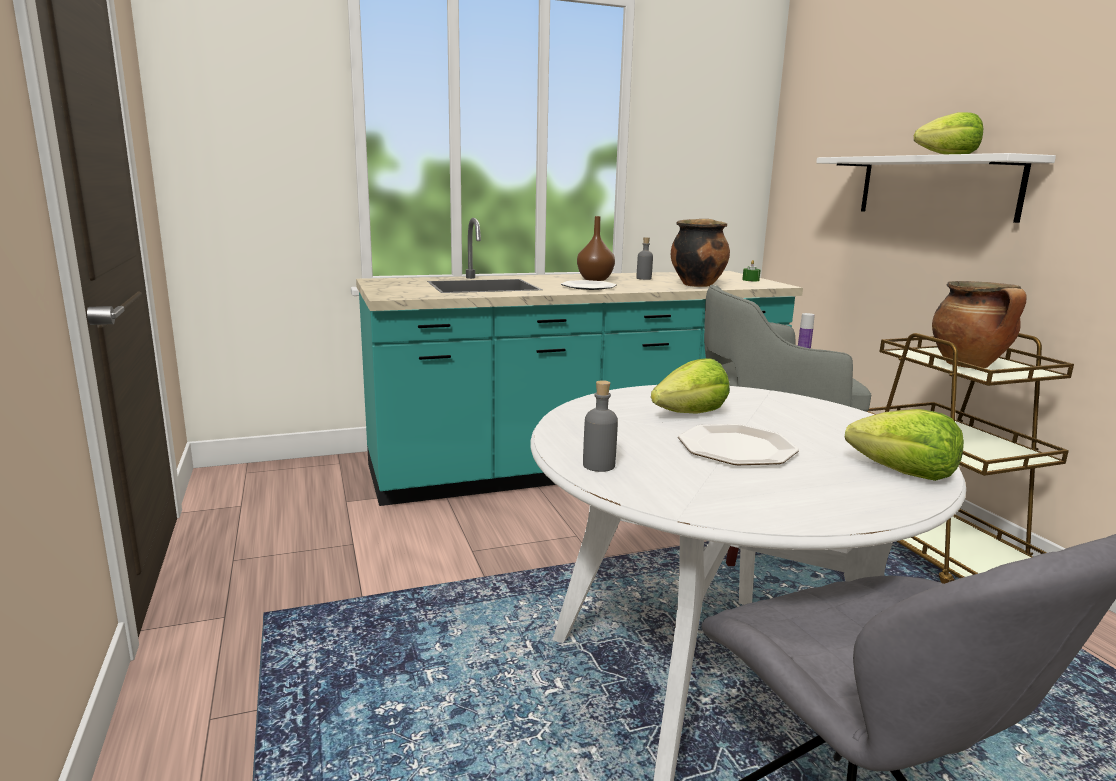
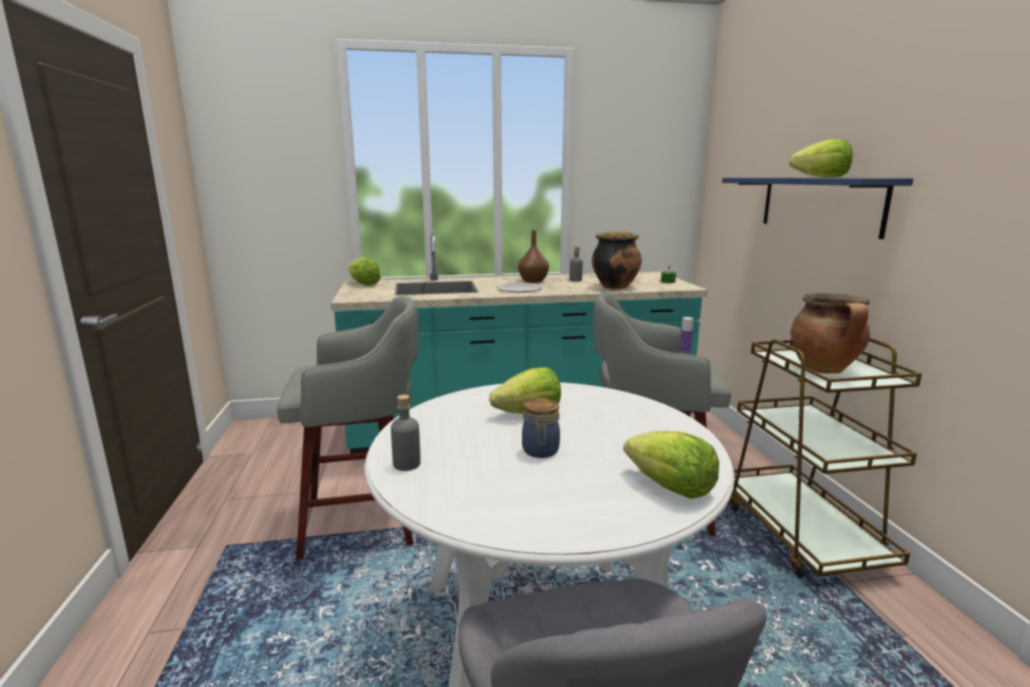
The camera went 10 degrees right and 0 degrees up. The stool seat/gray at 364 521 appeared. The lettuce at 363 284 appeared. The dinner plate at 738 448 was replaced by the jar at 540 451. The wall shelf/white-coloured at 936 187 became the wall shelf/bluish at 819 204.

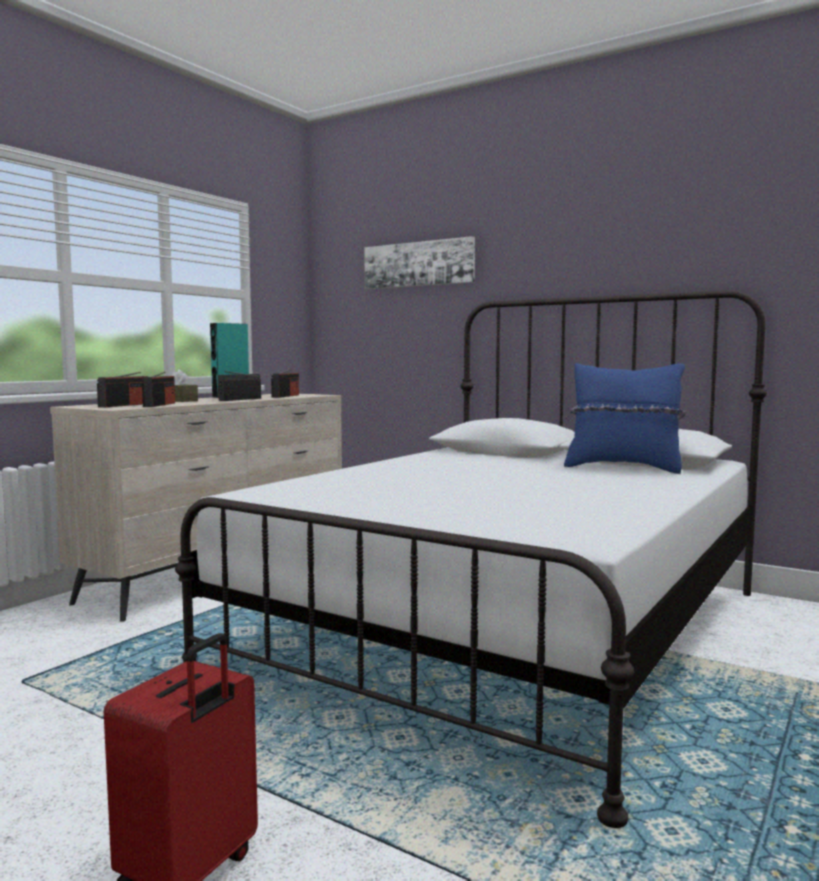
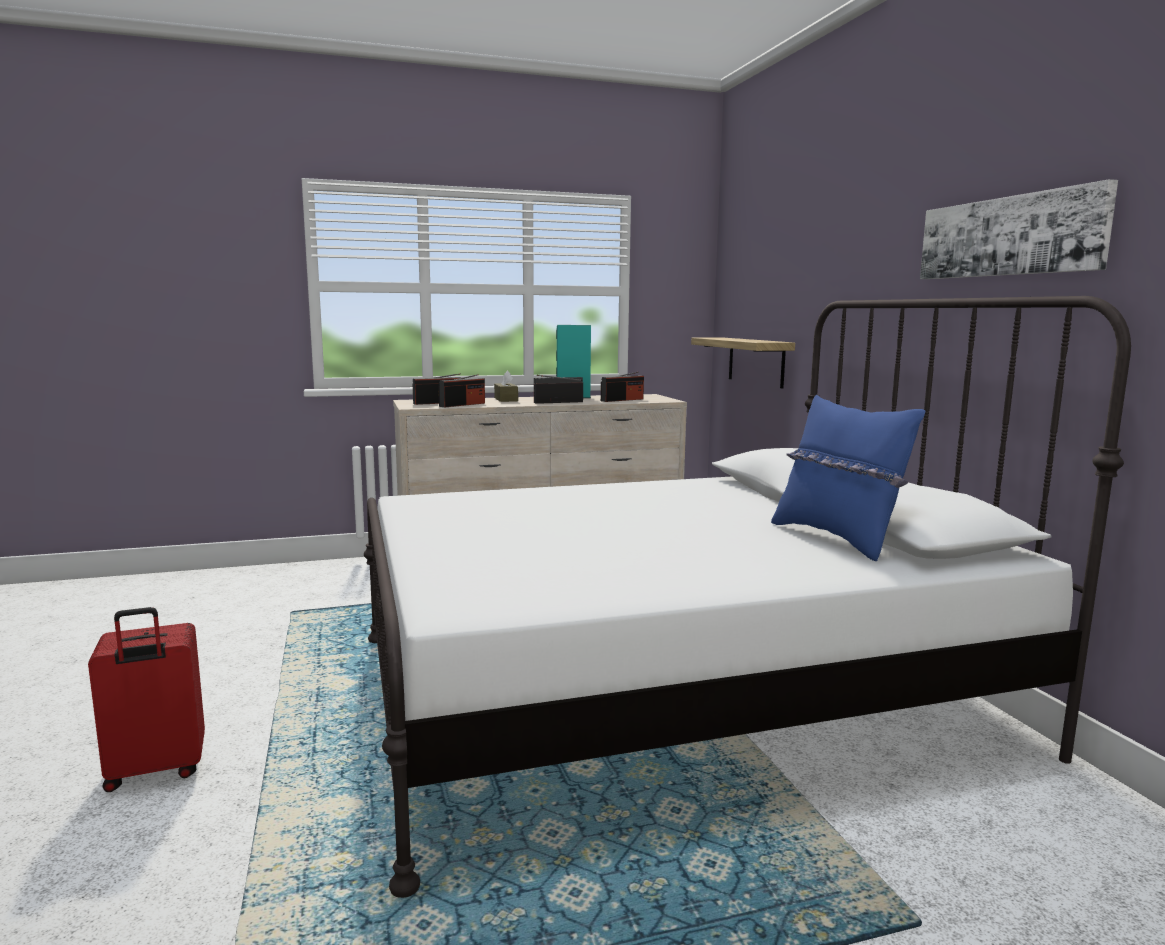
The camera went 40 degrees right and 5 degrees up. The wall shelf at 756 361 appeared. The wall art moved from 418 264 to 1009 236.

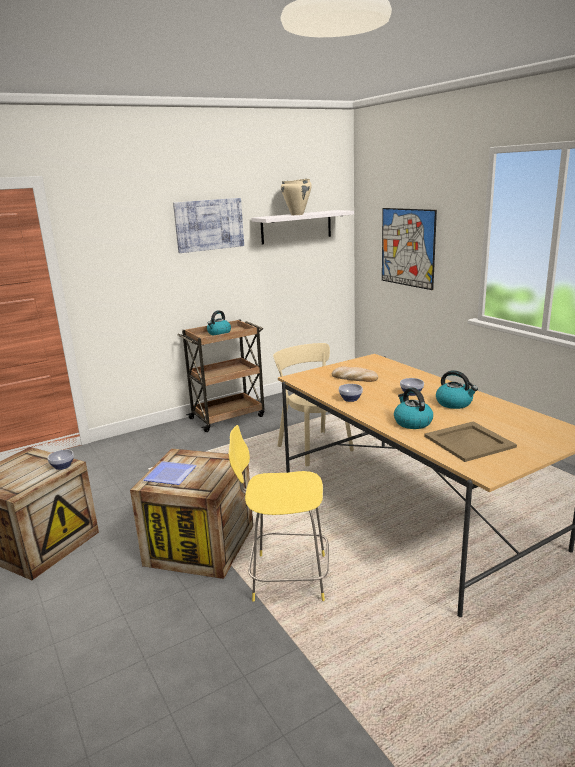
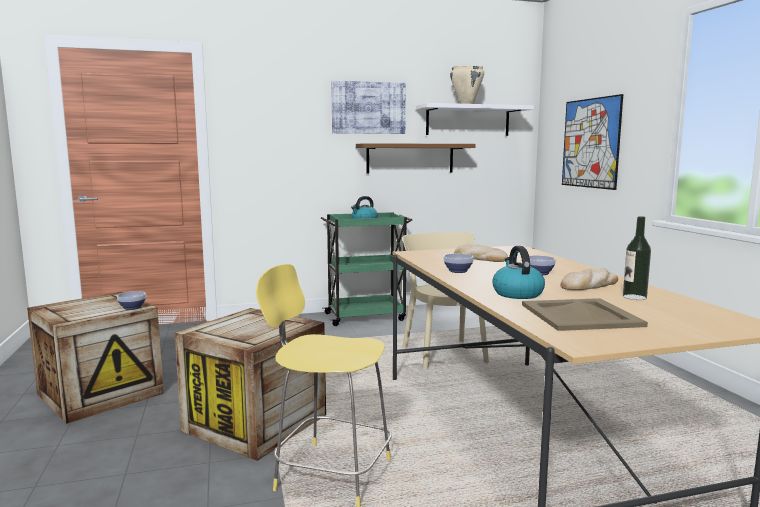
The camera went 15 degrees right and 10 degrees down. The dinner plate at 170 474 disappeared. The wall shelf/brown at 410 158 appeared. The bottle at 634 297 appeared. The kettle at 454 403 was replaced by the bread at 589 285. The wheeled cart/brown at 228 417 became the wheeled cart/greenish at 366 316.

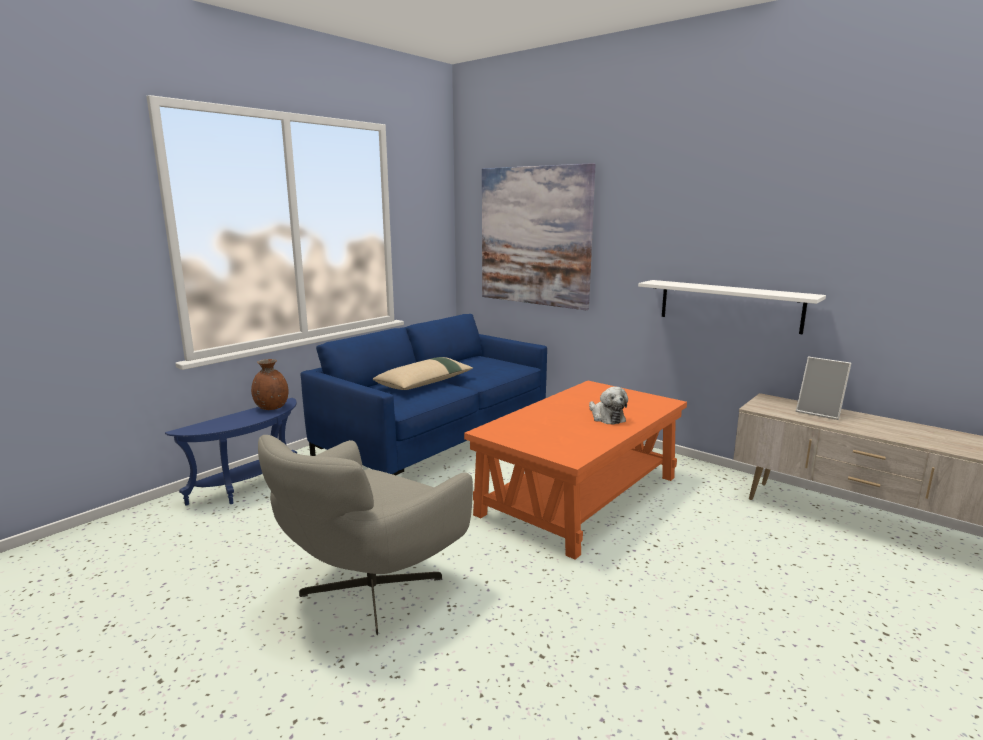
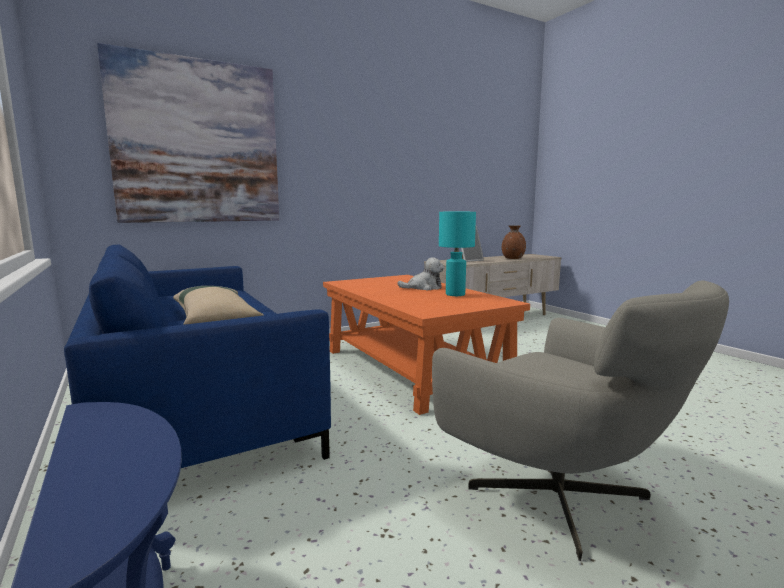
The camera went 70 degrees left and 5 degrees down. The wall shelf/white-coloured at 729 305 disappeared. The table lamp/turquoise-coloured at 454 294 appeared. The decorative vase/brown moved from 271 407 to 513 258.

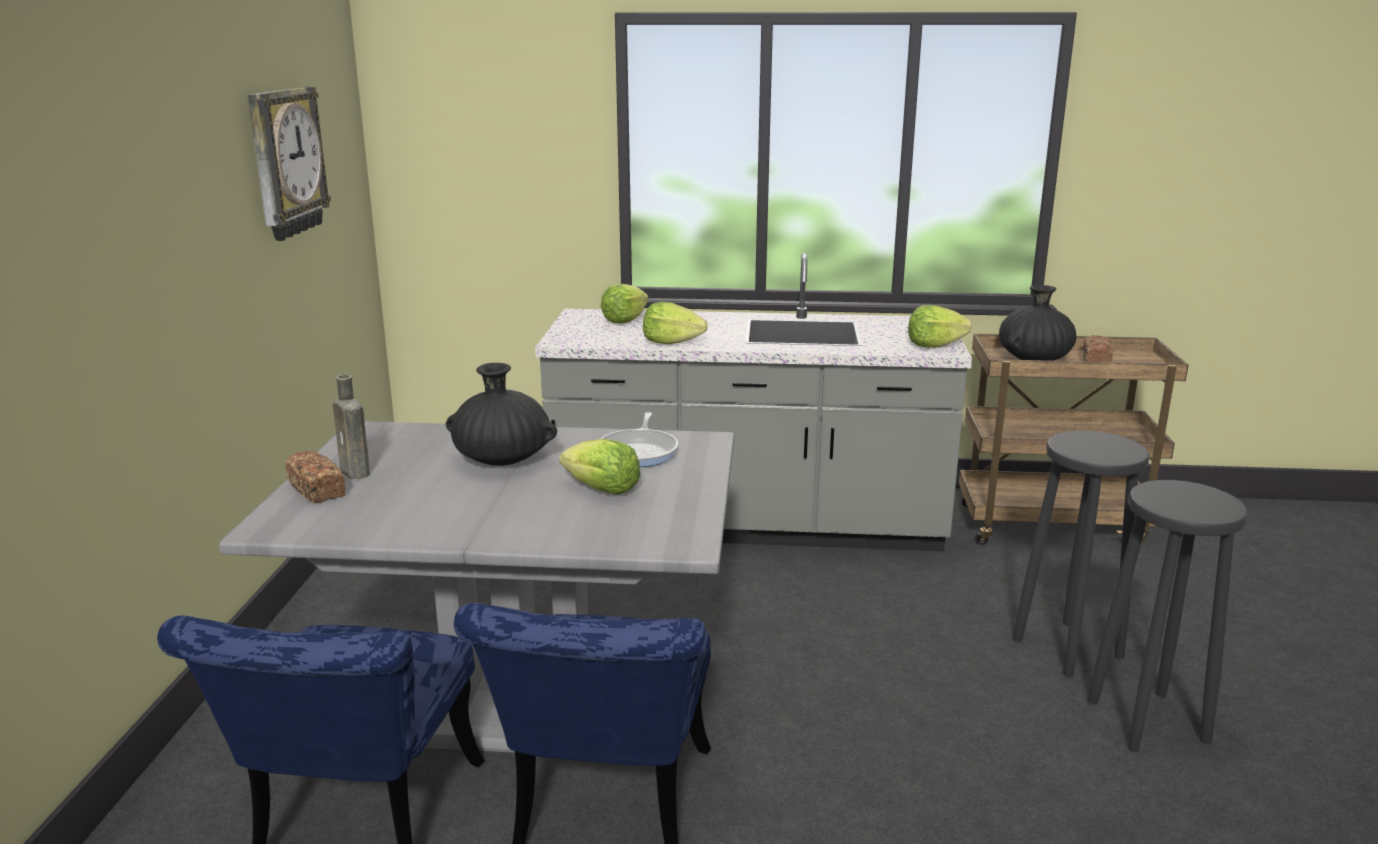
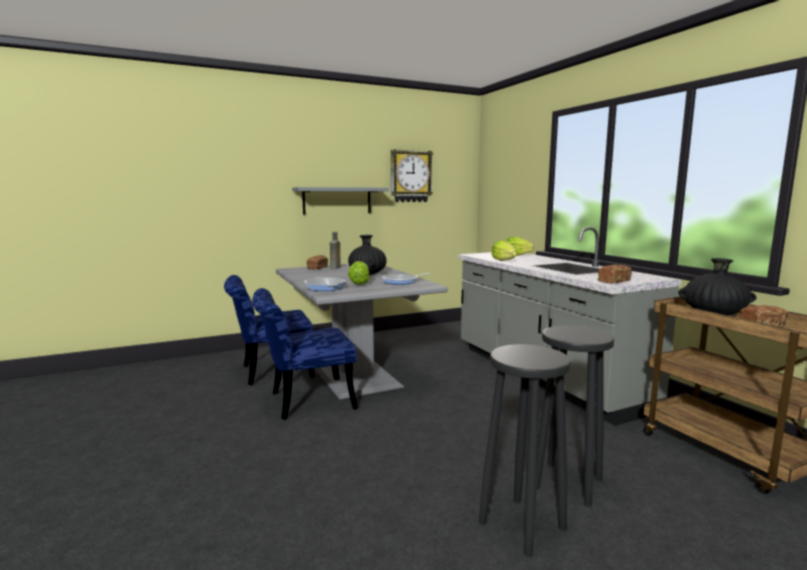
The camera went 60 degrees right and 10 degrees down. The wall shelf/gray at 337 200 appeared. The frying pan at 325 287 appeared. The lettuce at 934 345 was replaced by the bread at 614 281.

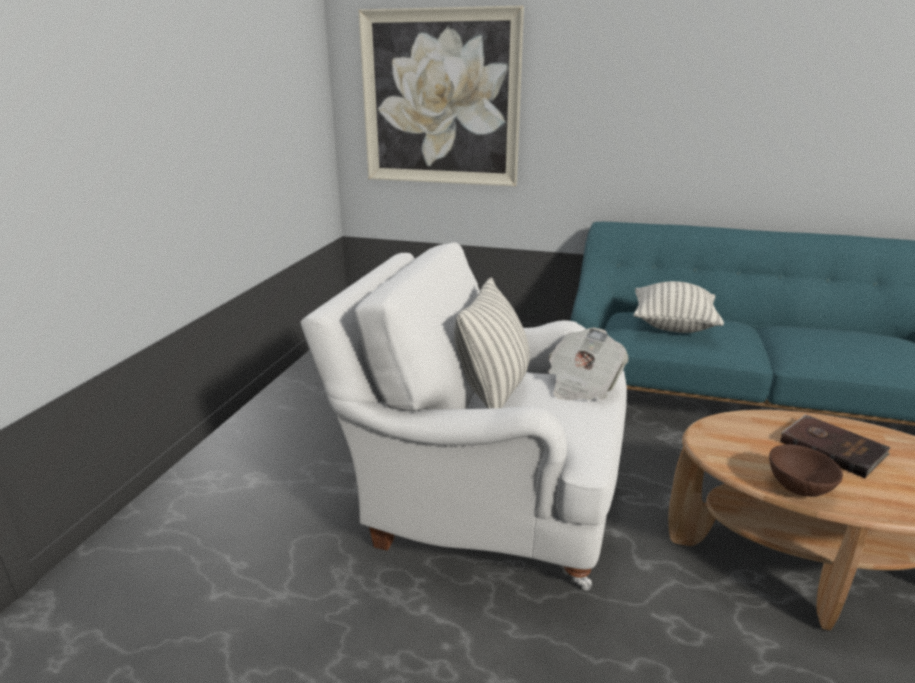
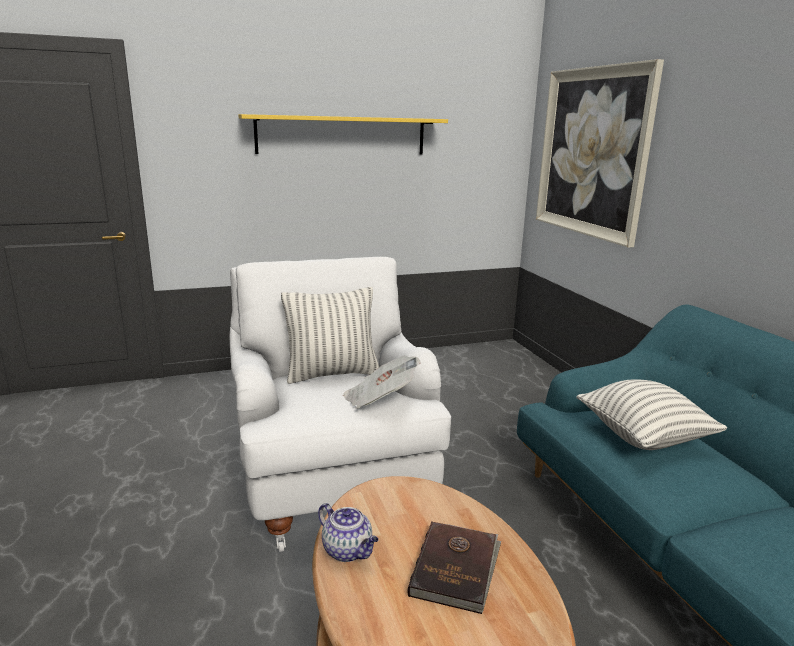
The camera went 55 degrees right and 5 degrees down. The wall shelf/yellow-coloured at 342 135 appeared. The serving bowl/brown at 799 487 was replaced by the pot for tea at 348 551.

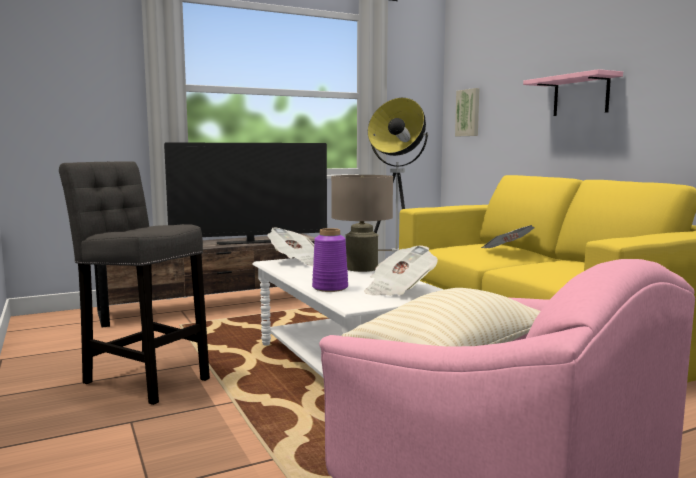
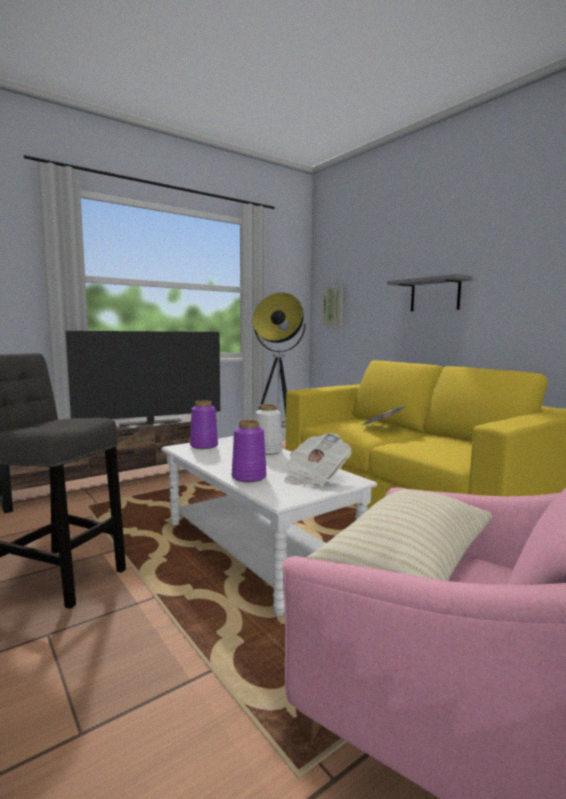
The camera went 10 degrees left and 0 degrees up. The newspaper at 297 262 was replaced by the decorative vase/purple at 204 446. The table lamp/beige at 362 268 was replaced by the decorative vase/white-coloured at 268 451. The wall shelf/pink-coloured at 581 95 became the wall shelf/gray at 435 295.

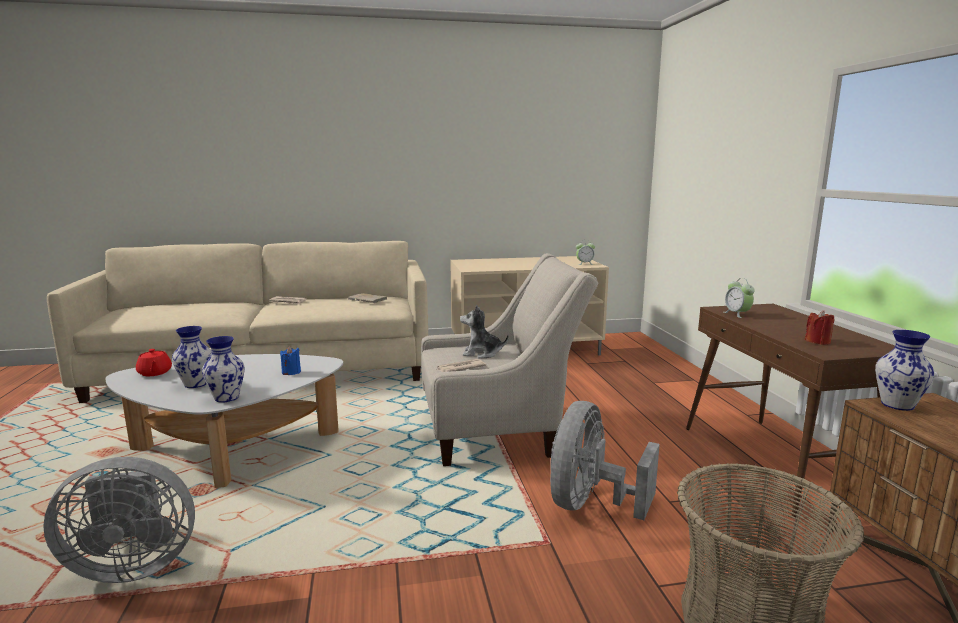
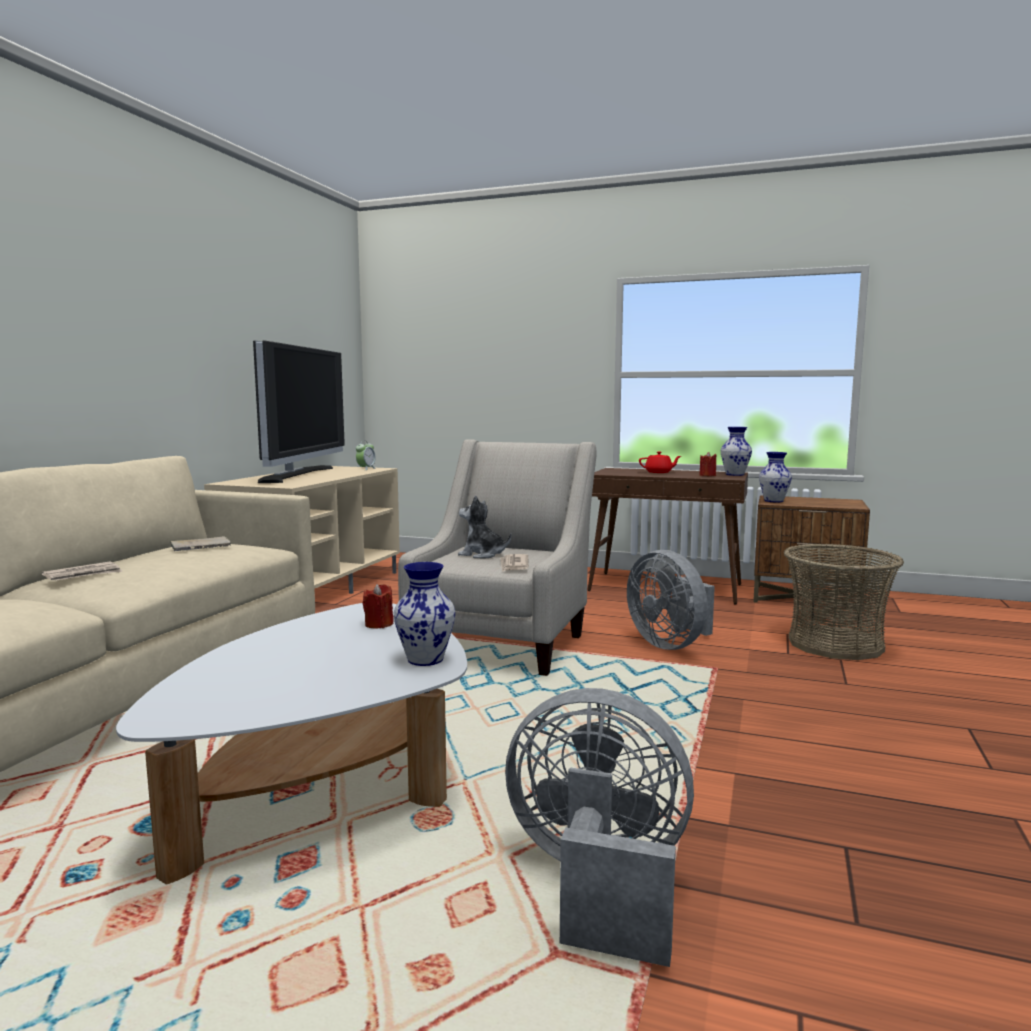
The camera went 60 degrees left and 5 degrees down. The alarm clock at 737 314 disappeared. The TV at 297 474 appeared. The pot for tea/reddish moved from 154 373 to 659 472. The decorative vase moved from 196 384 to 734 474. The wax candle/bluish at 291 372 became the wax candle/reddish at 379 624. The electric fan/gray at 132 566 turned 90 degrees counterclockwise. The cuddly toy at 482 353 turned 75 degrees clockwise.

